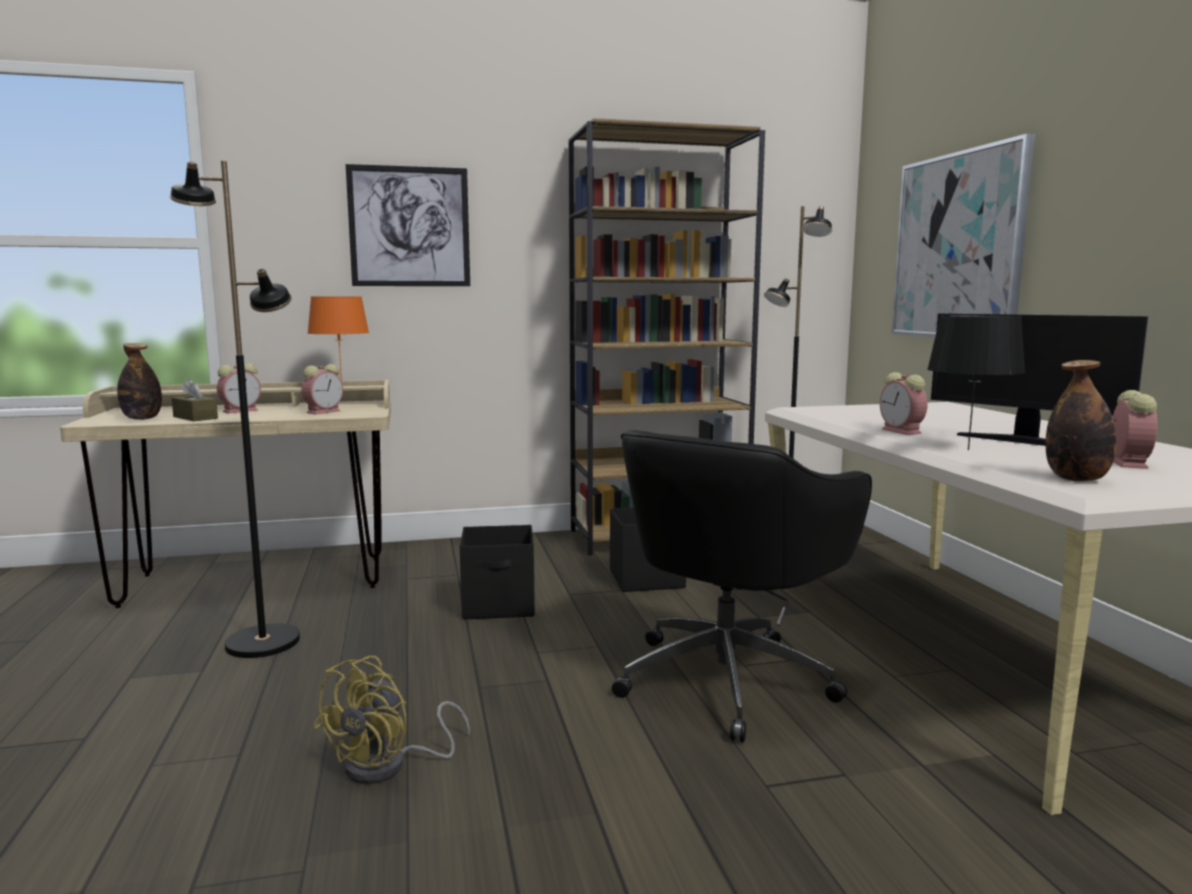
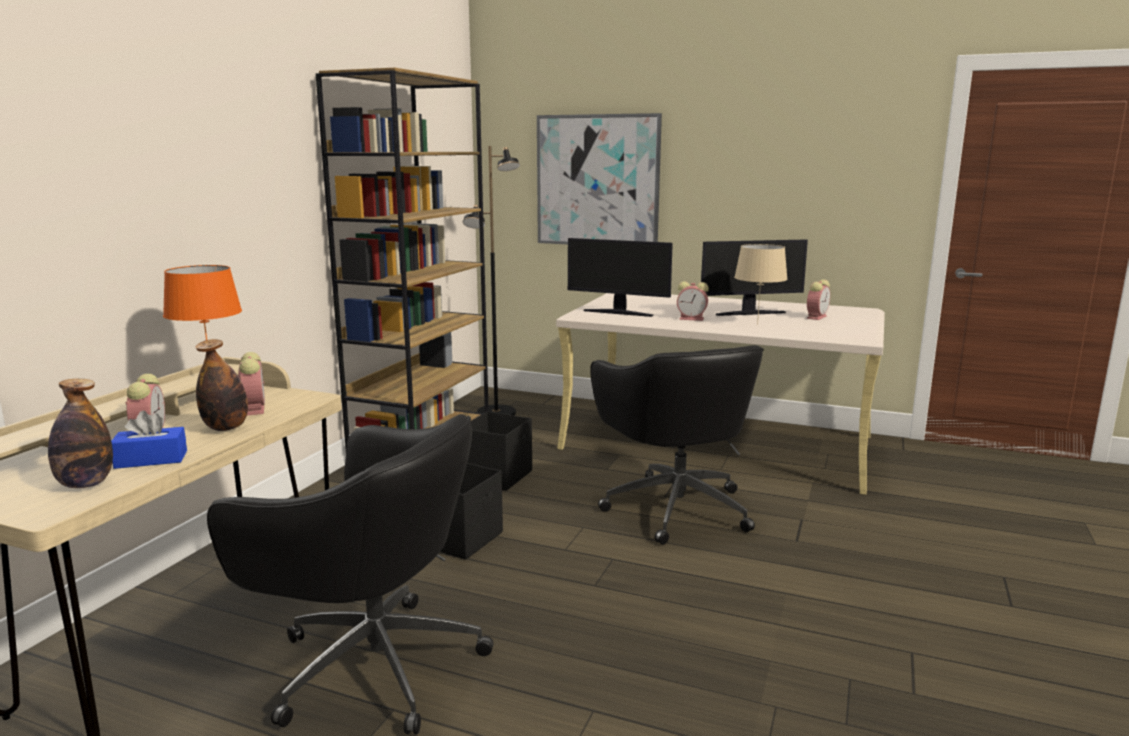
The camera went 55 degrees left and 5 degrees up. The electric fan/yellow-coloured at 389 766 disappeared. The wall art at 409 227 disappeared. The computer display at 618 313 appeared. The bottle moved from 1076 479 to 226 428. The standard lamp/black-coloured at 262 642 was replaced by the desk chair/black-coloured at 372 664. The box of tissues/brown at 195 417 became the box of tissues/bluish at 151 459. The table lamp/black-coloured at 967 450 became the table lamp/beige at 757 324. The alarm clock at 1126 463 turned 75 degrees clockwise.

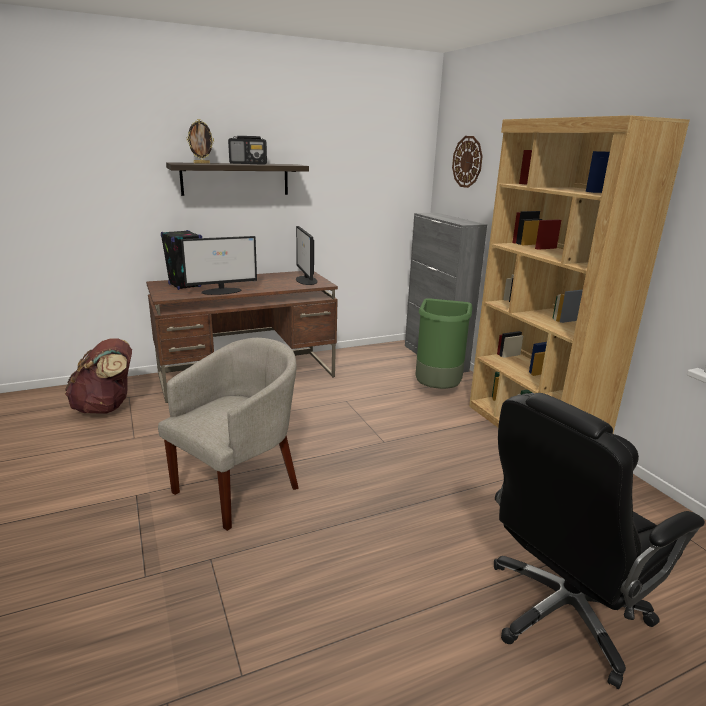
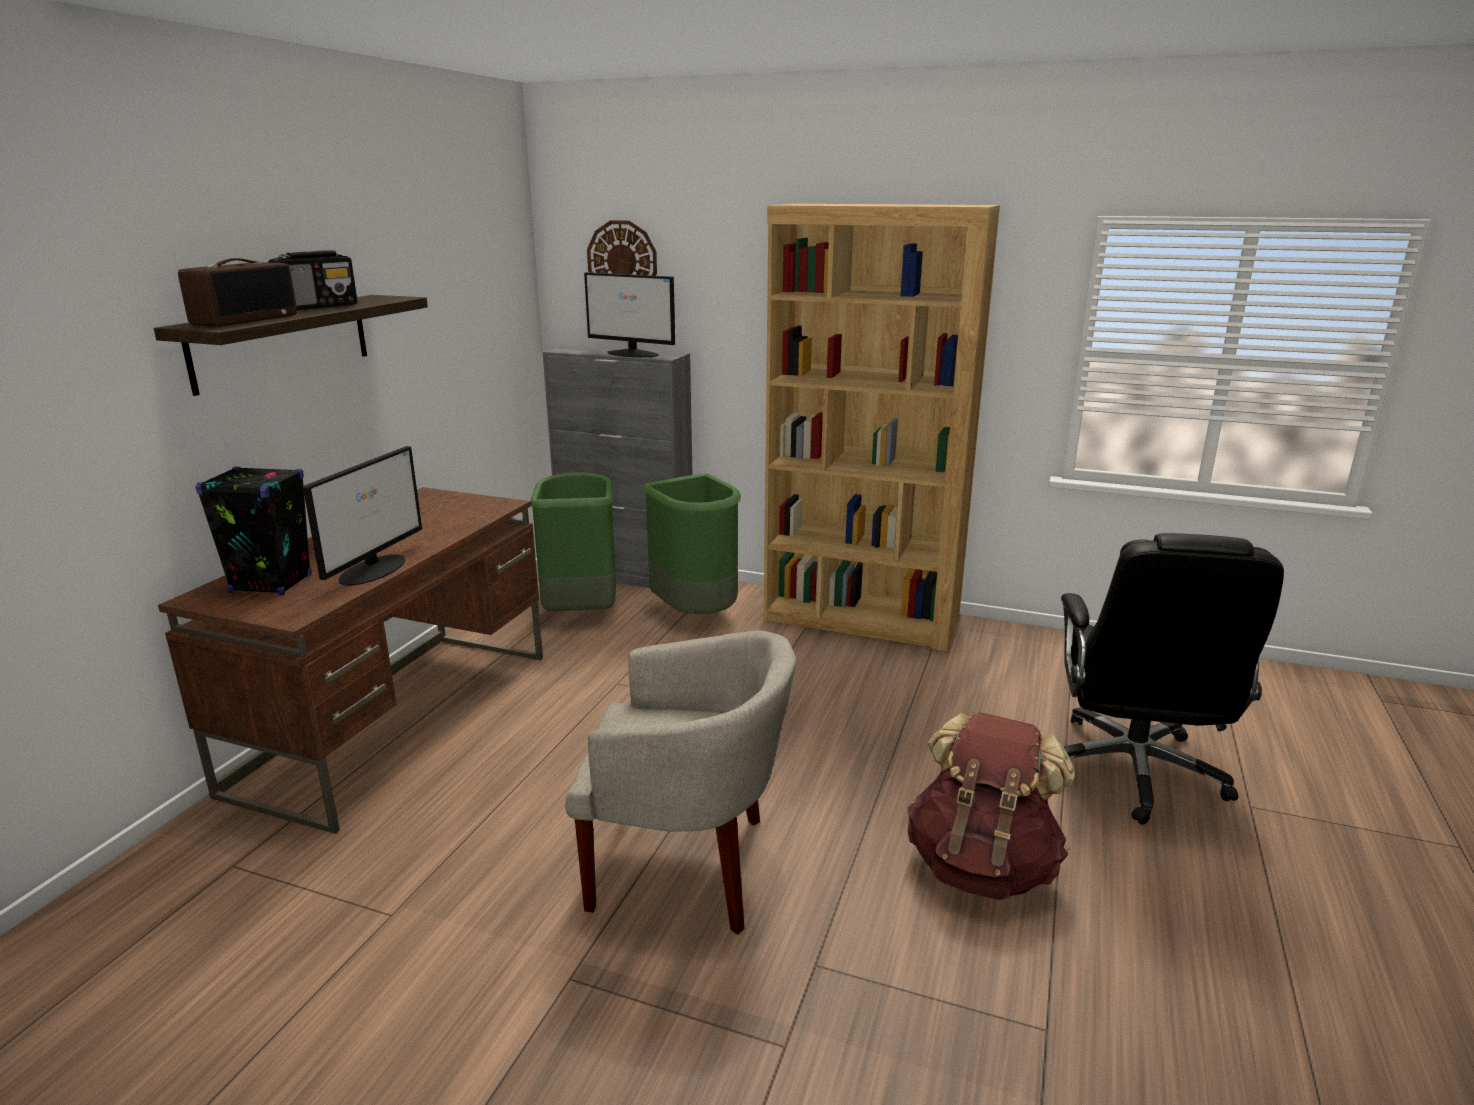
The camera went 45 degrees left and 0 degrees up. The rubbish bin/greenish at 581 612 appeared. The rucksack/brown moved from 106 407 to 982 866. The computer display moved from 306 280 to 633 354. The photo frame at 202 163 was replaced by the radio at 245 319. The lounge chair/beige at 238 486 turned 105 degrees clockwise.

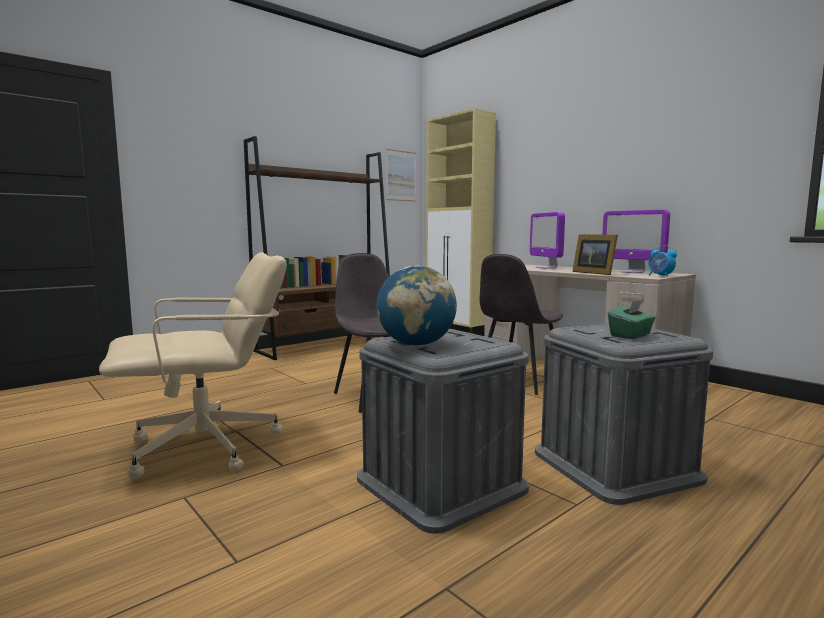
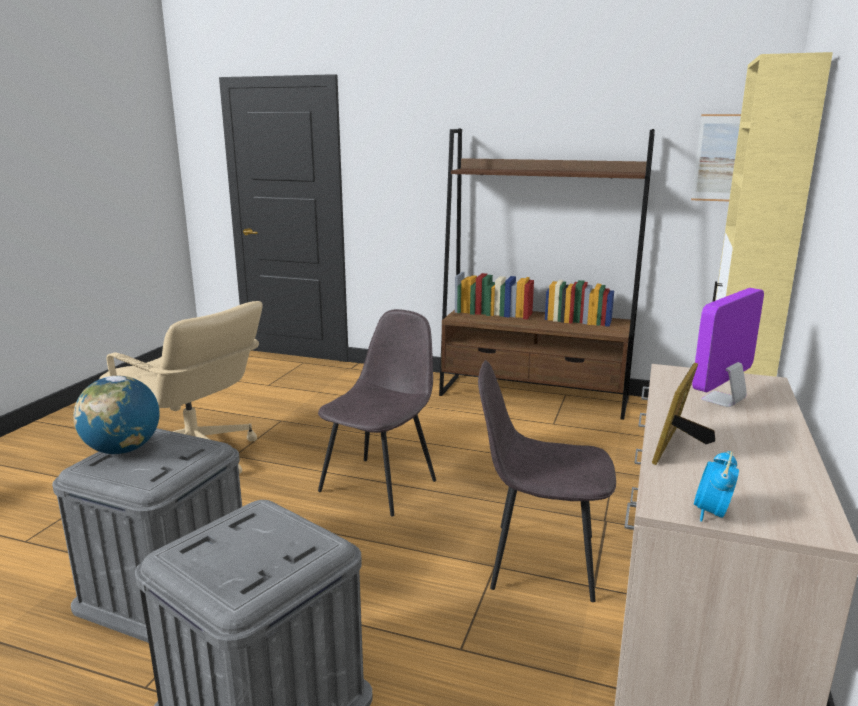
The camera went 60 degrees right and 10 degrees up. The computer display at 632 272 disappeared. The box of tissues/greenish at 631 335 disappeared.

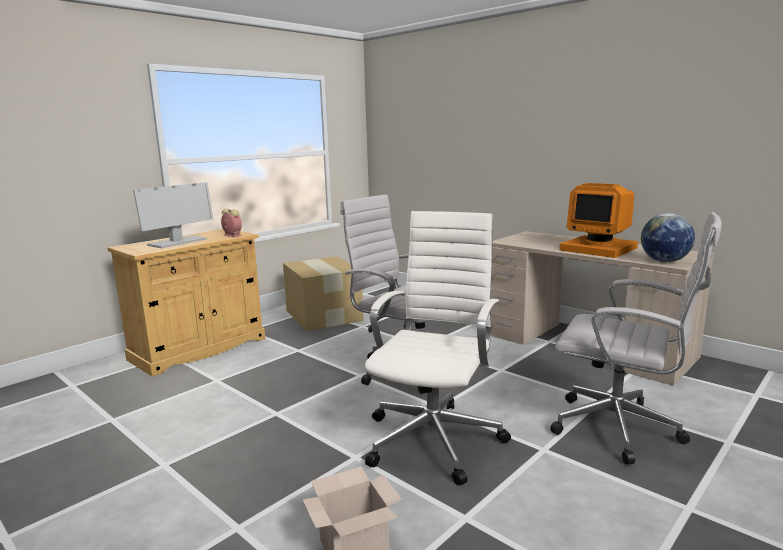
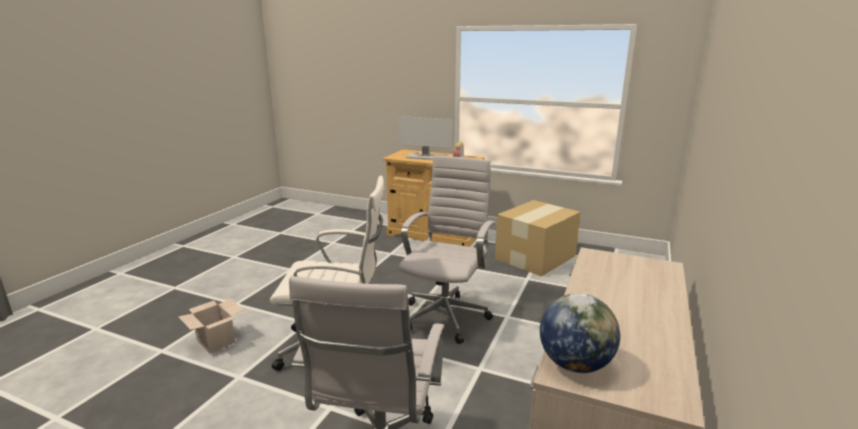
The camera went 70 degrees right and 5 degrees up. The computer display at 599 248 disappeared.

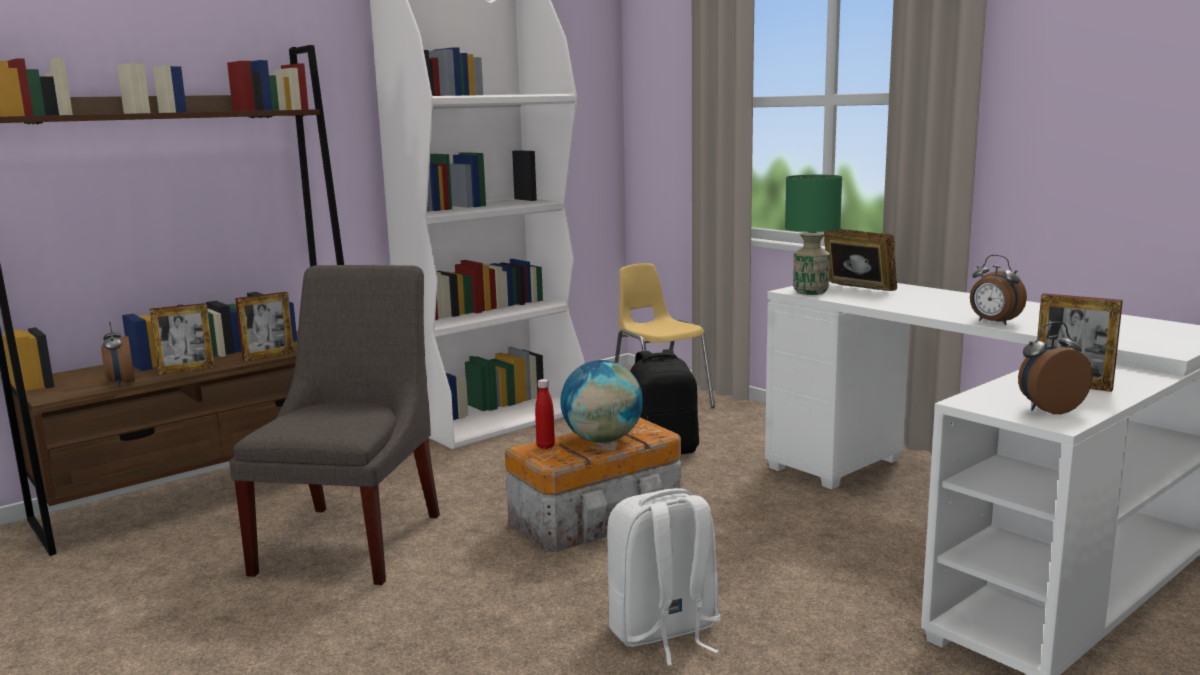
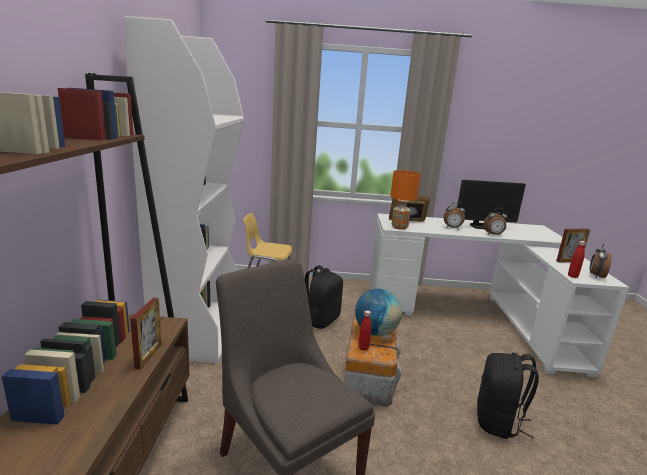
The camera went 50 degrees left and 5 degrees up. The photo frame at 187 370 disappeared. The computer display at 483 226 appeared. The bottle/reddish at 572 276 appeared. The alarm clock moved from 121 383 to 452 228. The rucksack/white-coloured at 664 632 became the rucksack/black-coloured at 498 422. The table lamp/greenish at 810 292 became the table lamp/orange-coloured at 399 227.

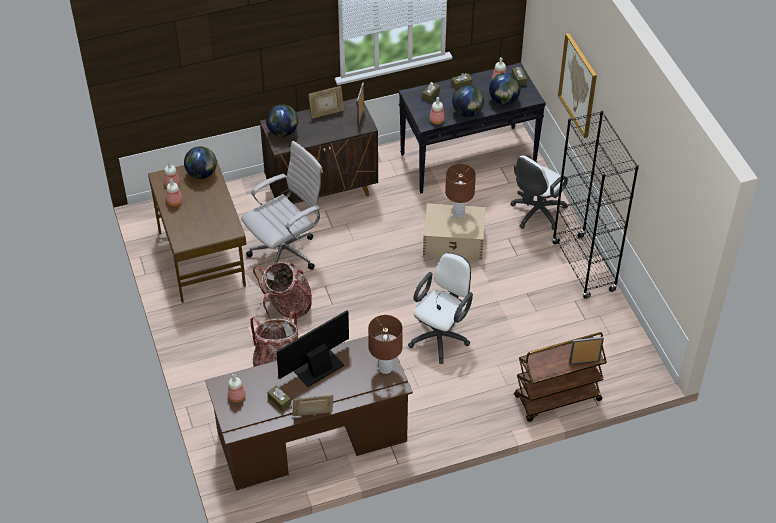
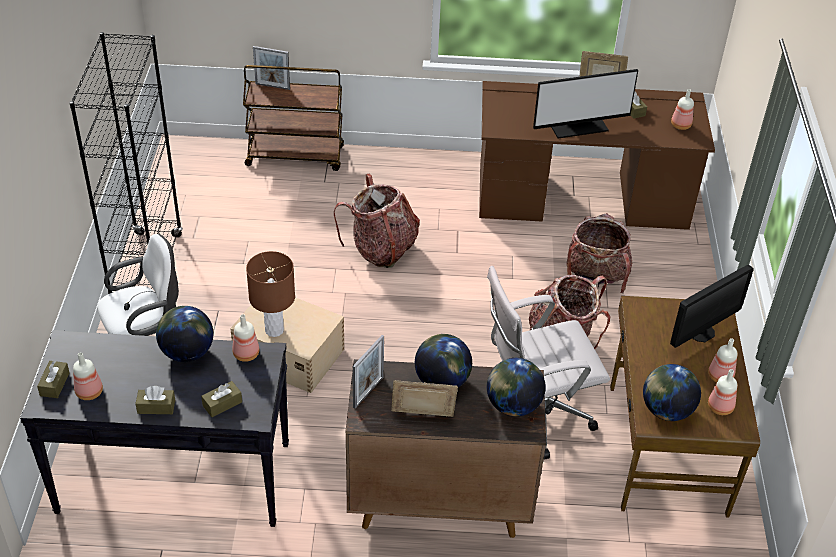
The camera went 160 degrees left and 5 degrees down. The table lamp/brown at 385 368 disappeared. The wall art at 578 85 disappeared. The computer display at 701 332 appeared. The globe moved from 503 100 to 442 381. The desk chair/white-coloured at 441 336 was replaced by the rucksack at 381 249.

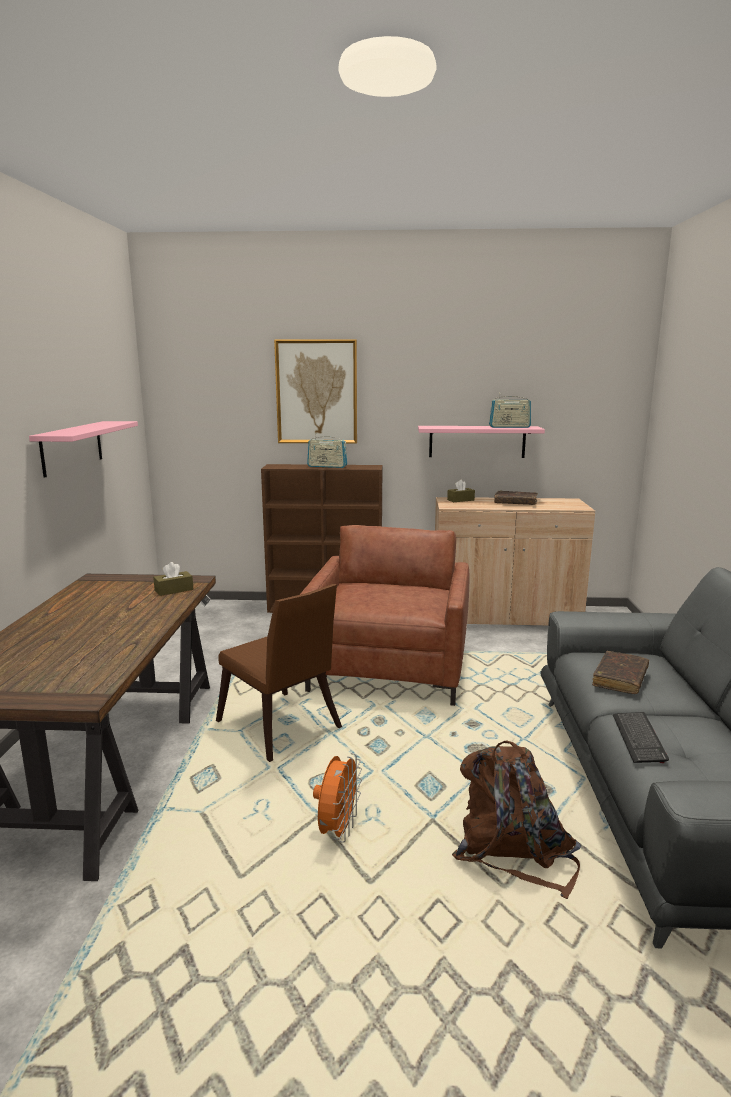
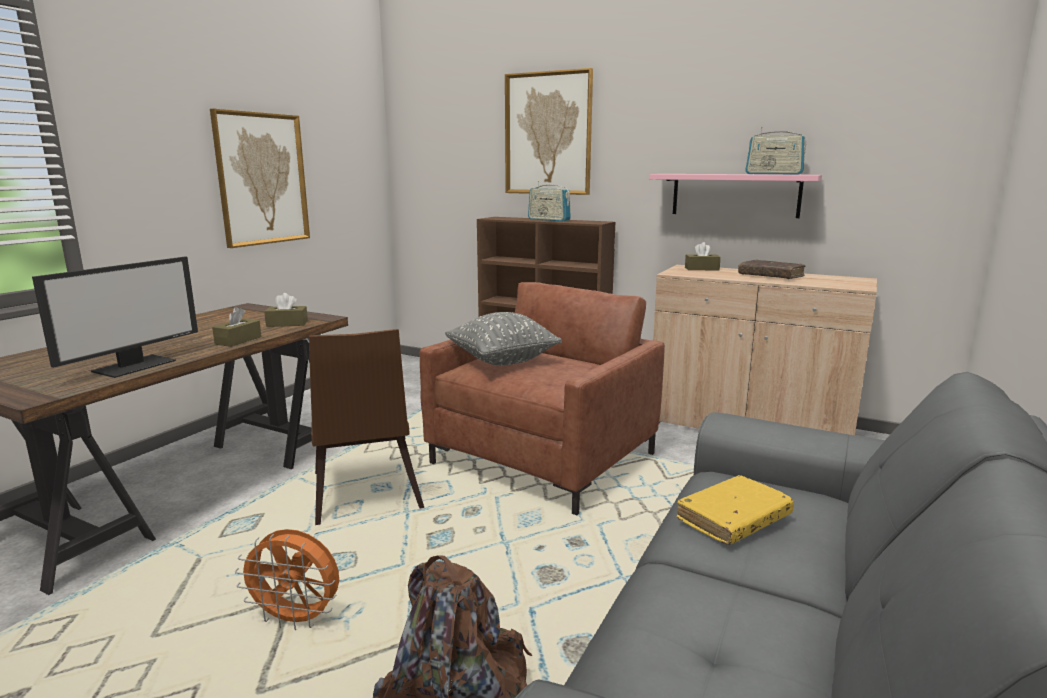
The camera went 25 degrees right and 0 degrees up. The computer keyboard at 638 738 disappeared. The computer display at 134 365 appeared. The box of tissues/brown at 238 340 appeared. The throw pillow/gray at 502 361 appeared. The wall shelf/pink-coloured at 72 447 was replaced by the wall art at 262 179. The bound book/brown at 620 679 became the bound book/yellow-coloured at 733 519. The electric fan/orange-coloured at 338 830 turned 60 degrees clockwise.

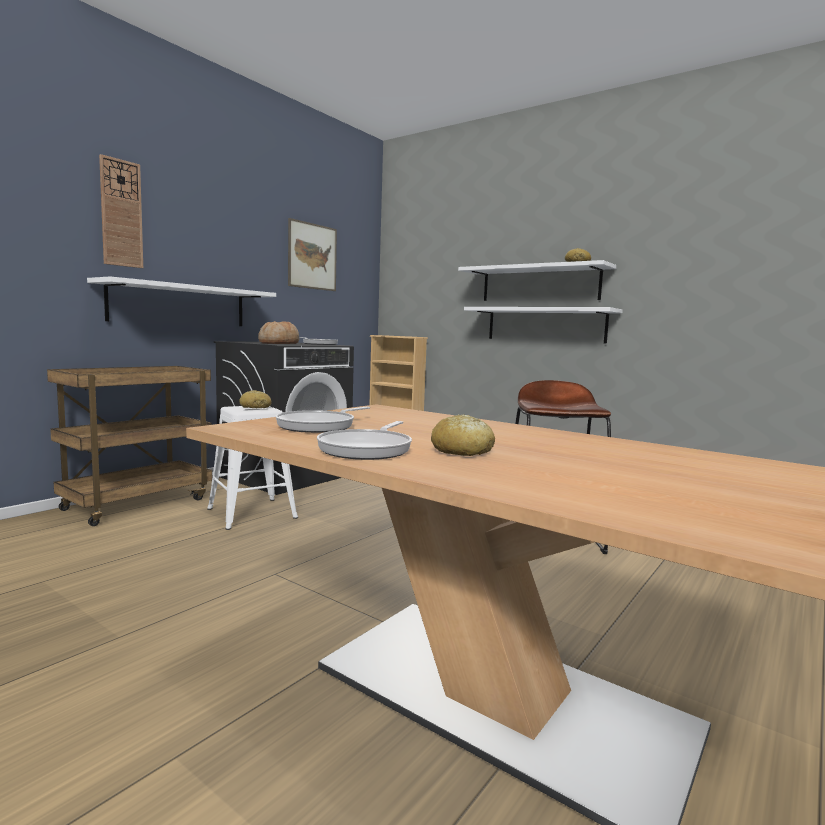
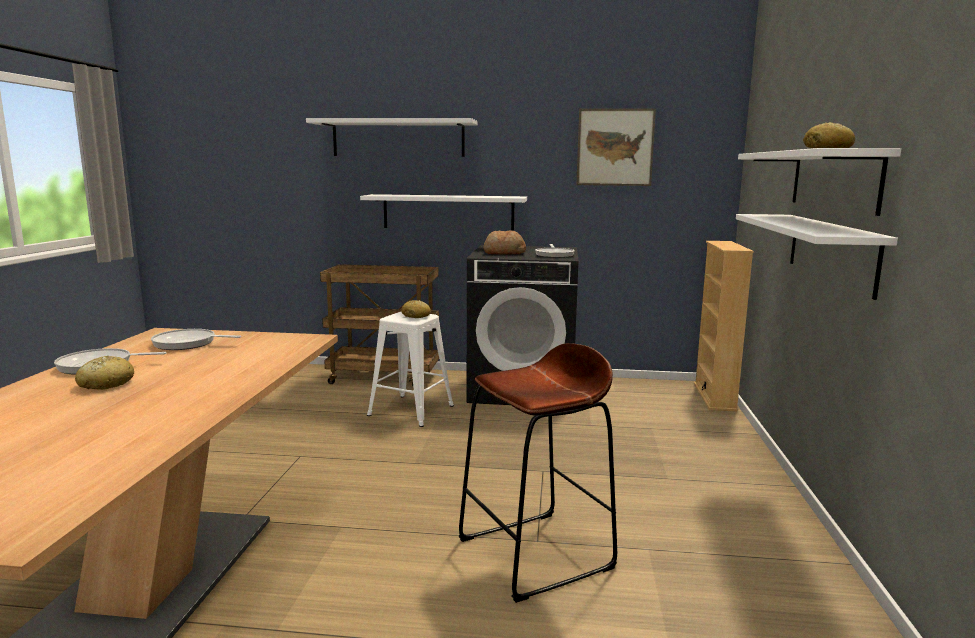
The camera went 60 degrees right and 5 degrees up. The clock on the wall at 121 213 was replaced by the wall shelf/white-coloured at 398 138.

